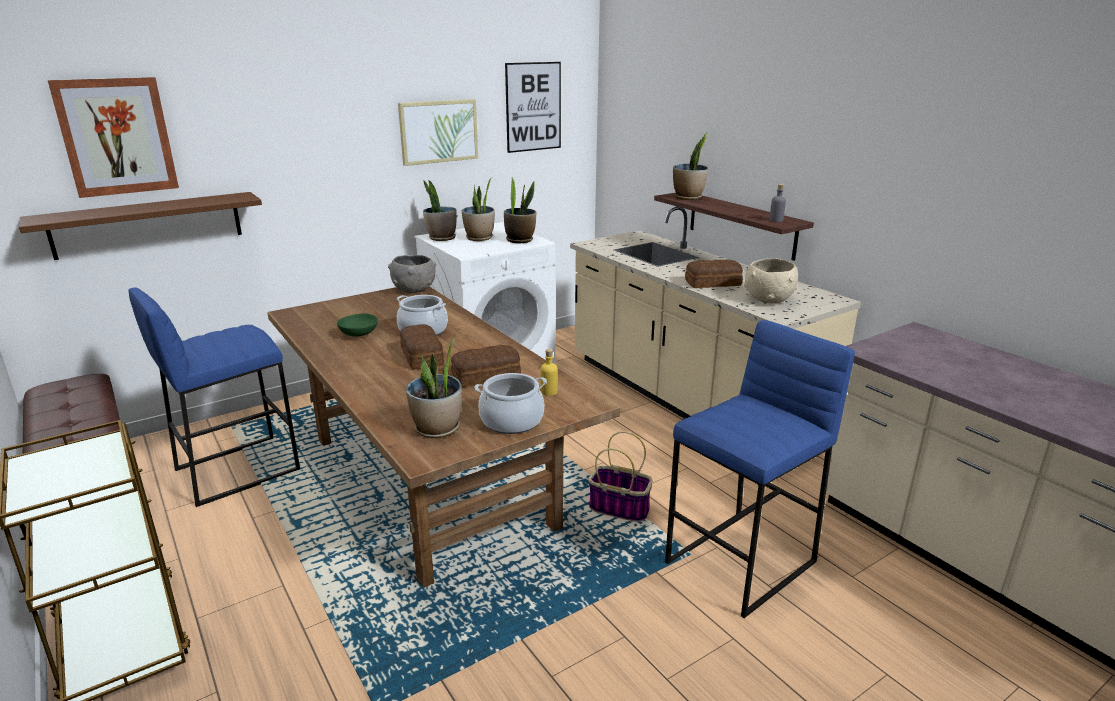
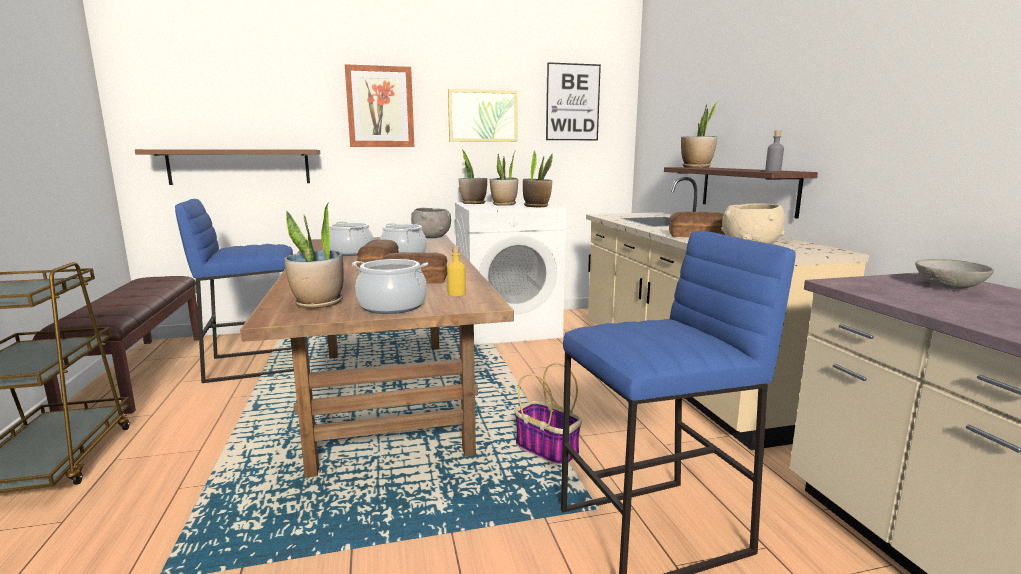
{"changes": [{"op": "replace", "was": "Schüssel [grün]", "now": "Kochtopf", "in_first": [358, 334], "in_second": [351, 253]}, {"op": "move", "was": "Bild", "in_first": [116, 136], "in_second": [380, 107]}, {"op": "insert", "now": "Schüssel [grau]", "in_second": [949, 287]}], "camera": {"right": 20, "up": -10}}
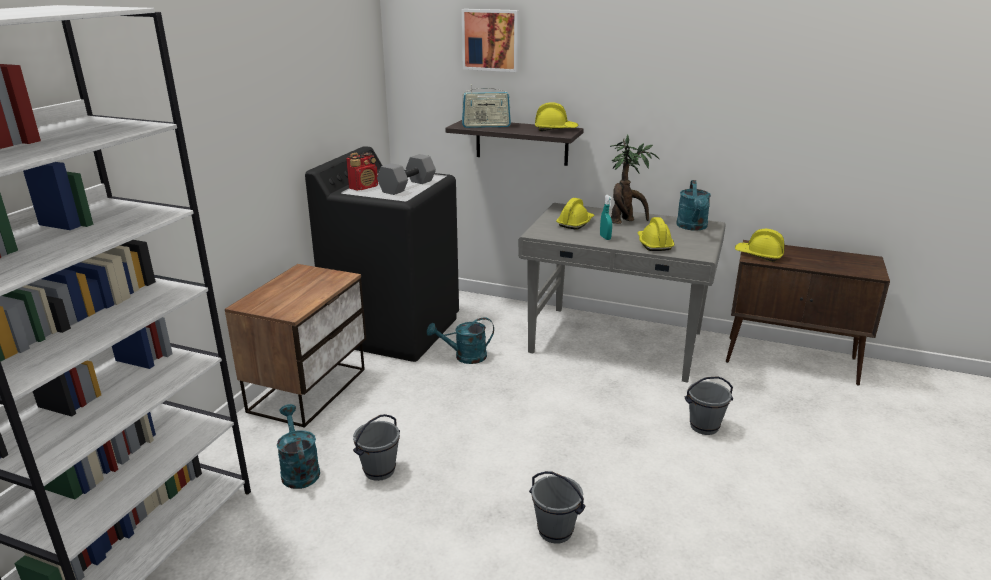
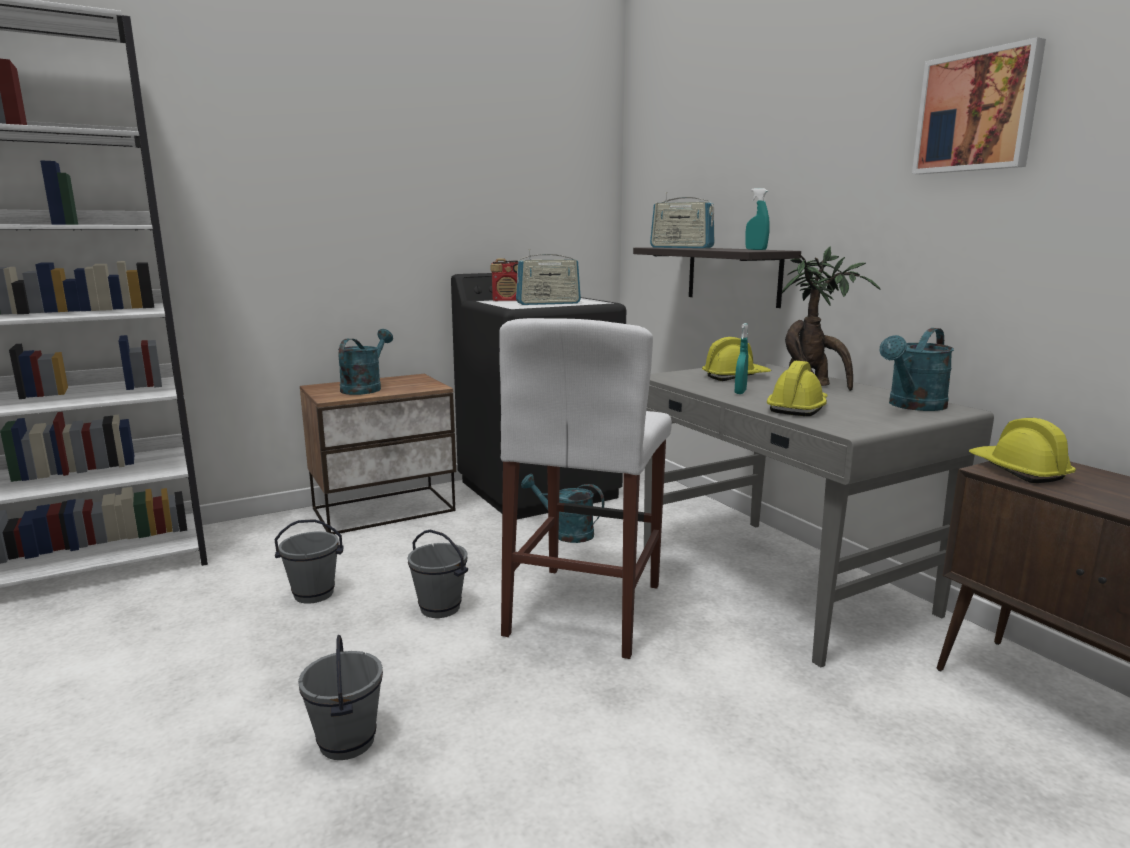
{"changes": [{"op": "move", "was": "Gießkanne [türkis]", "in_first": [299, 470], "in_second": [365, 388]}, {"op": "move", "was": "Eimer [grau]", "in_first": [704, 426], "in_second": [441, 608]}, {"op": "insert", "now": "Hocker [weiß]", "in_second": [585, 609]}, {"op": "replace", "was": "Hantel [grau]", "now": "Radio", "in_first": [407, 186], "in_second": [548, 303]}, {"op": "replace", "was": "Schutzhelm [gelb]", "now": "Sprühflasche [türkis]", "in_first": [555, 129], "in_second": [756, 249]}, {"op": "move", "was": "Bild", "in_first": [491, 40], "in_second": [977, 112]}], "camera": {"right": 40, "up": -10}}
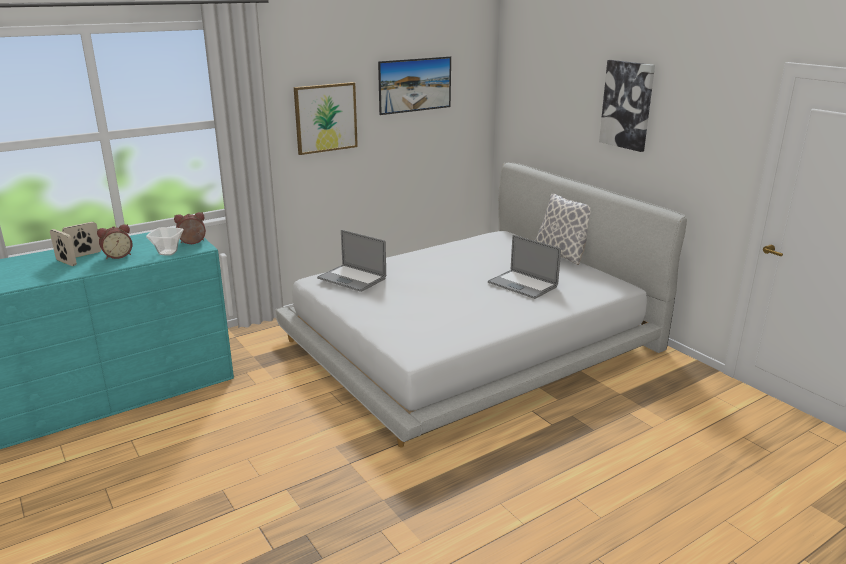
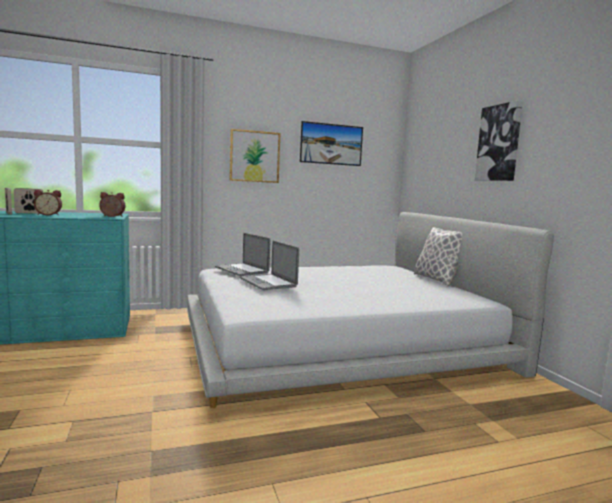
{"changes": [{"op": "move", "was": "Laptop", "in_first": [522, 284], "in_second": [268, 282]}, {"op": "delete", "was": "Schüssel", "in_first": [167, 253]}], "camera": {"right": 15, "up": -15}}
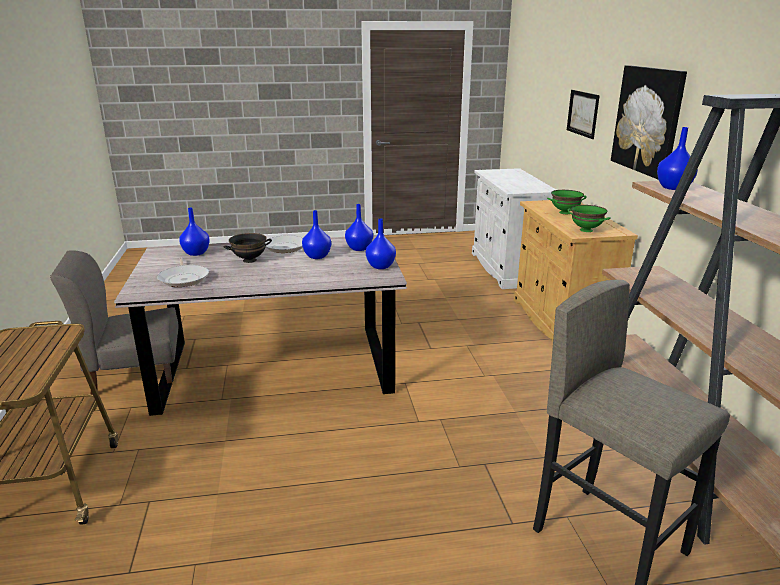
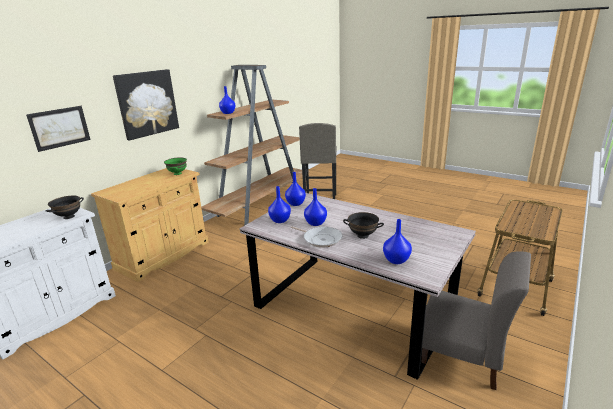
{"changes": [{"op": "insert", "now": "Schüssel [schwarz]", "in_second": [69, 216]}, {"op": "delete", "was": "Pfanne", "in_first": [184, 278]}, {"op": "delete", "was": "Schüssel [grün]", "in_first": [565, 212]}], "camera": {"right": -135, "up": 0}}
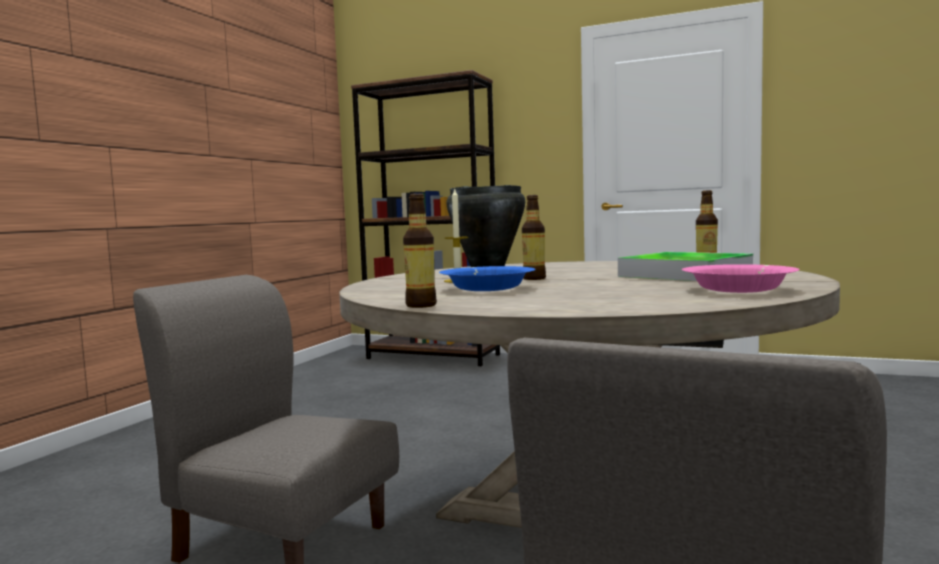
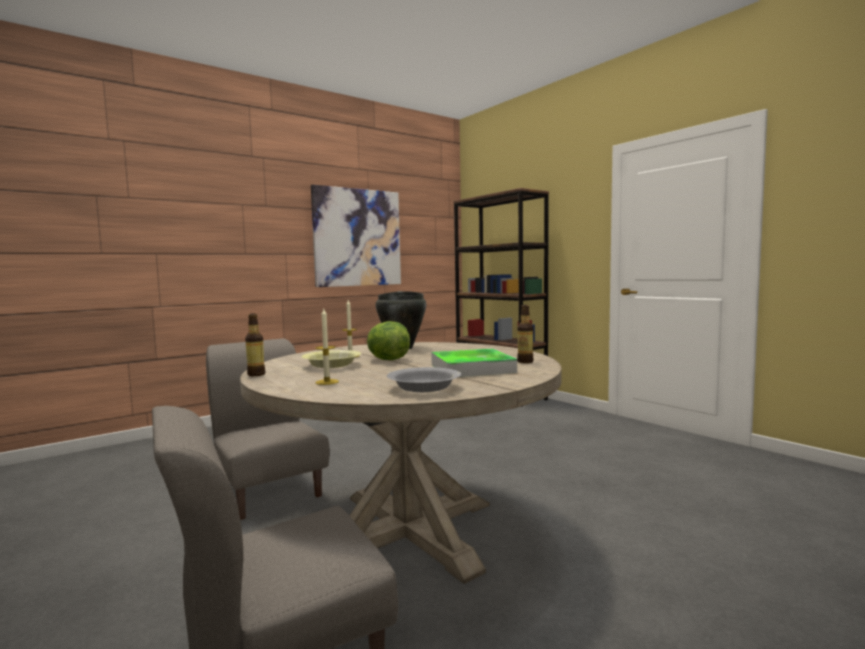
{"changes": [{"op": "recolor", "was": "Schüssel [blau]", "now": "Schüssel [gelb]", "in_first": [487, 288], "in_second": [332, 365]}, {"op": "insert", "now": "Bild", "in_second": [357, 237]}, {"op": "insert", "now": "Kerze", "in_second": [327, 382]}, {"op": "replace", "was": "Flasche", "now": "Salatkopf", "in_first": [534, 278], "in_second": [387, 360]}, {"op": "recolor", "was": "Schüssel [rosa]", "now": "Schüssel [grau]", "in_first": [739, 289], "in_second": [424, 388]}], "camera": {"right": 30, "up": 0}}
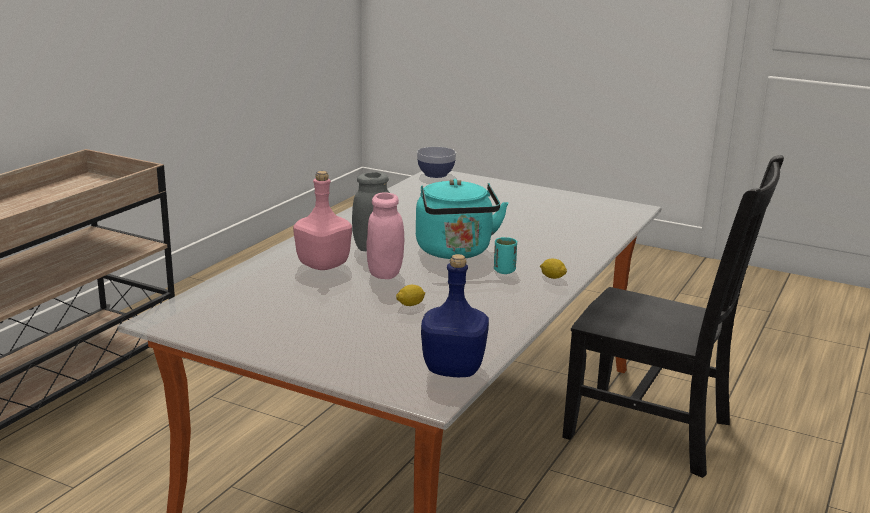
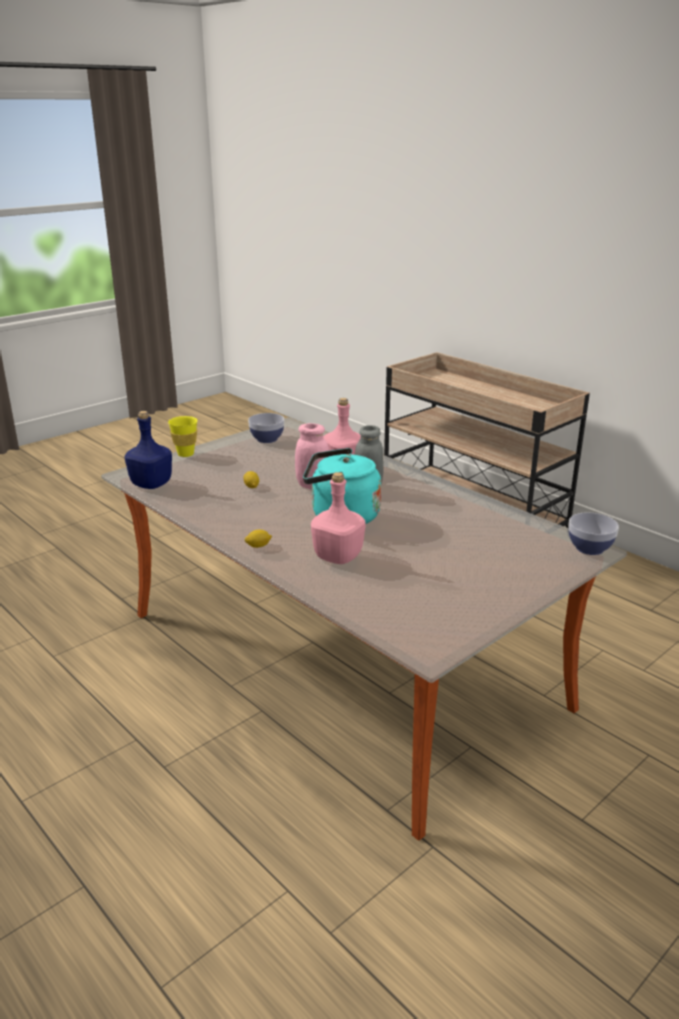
{"changes": [{"op": "insert", "now": "Tasse [gelb]", "in_second": [185, 454]}, {"op": "insert", "now": "Schüssel", "in_second": [267, 439]}, {"op": "insert", "now": "Flasche [rosa]", "in_second": [337, 556]}, {"op": "delete", "was": "Tasse [türkis]", "in_first": [504, 271]}, {"op": "delete", "was": "Stuhl [schwarz]", "in_first": [653, 431]}], "camera": {"right": 110, "up": 5}}
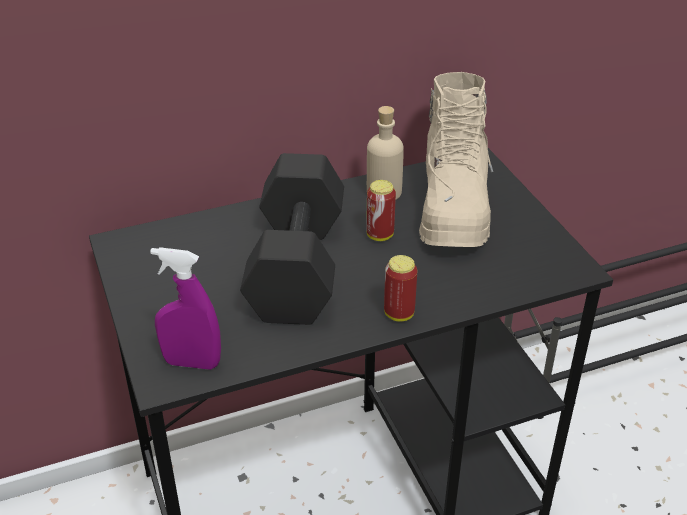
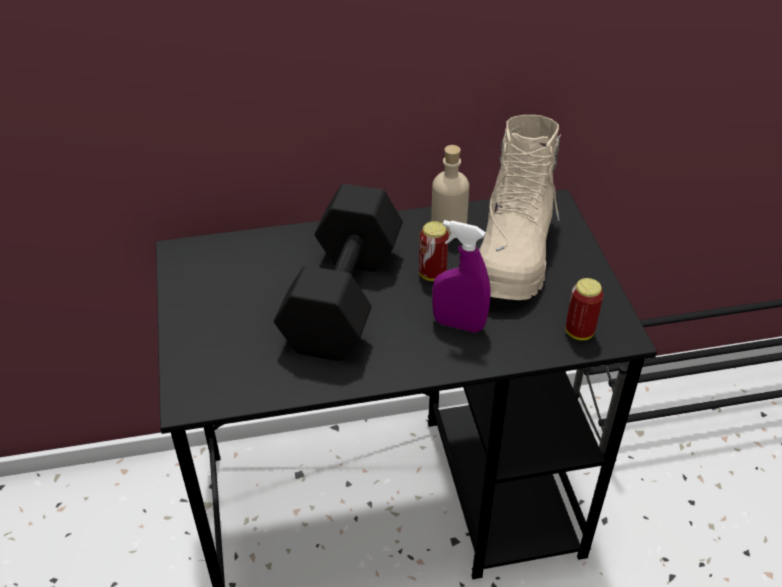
{"changes": [{"op": "move", "was": "Sprühflasche [lila]", "in_first": [192, 363], "in_second": [458, 324]}, {"op": "move", "was": "Dose", "in_first": [399, 314], "in_second": [579, 332]}], "camera": {"right": 10, "up": 5}}
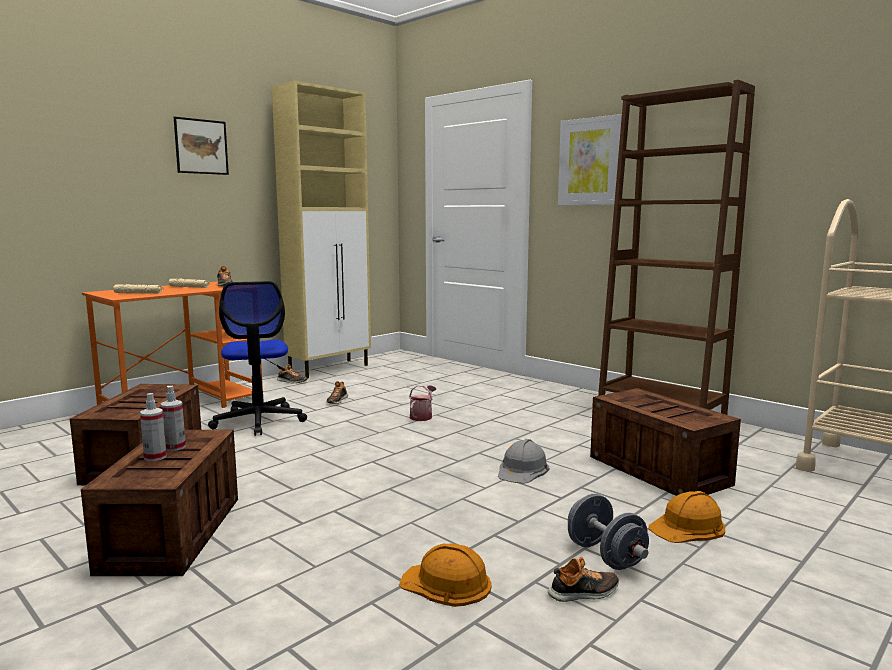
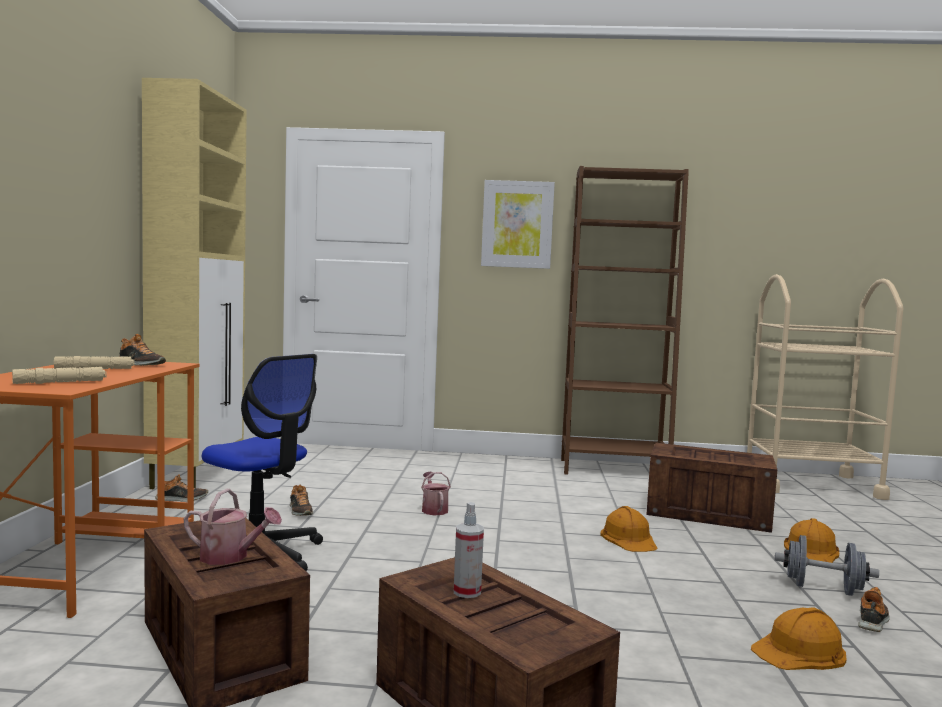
{"changes": [{"op": "insert", "now": "Gießkanne", "in_second": [230, 557]}, {"op": "recolor", "was": "Schutzhelm [grau]", "now": "Schutzhelm [orange]", "in_first": [522, 470], "in_second": [629, 538]}, {"op": "delete", "was": "Sprühflasche", "in_first": [155, 457]}, {"op": "delete", "was": "Bild", "in_first": [201, 146]}], "camera": {"right": -40, "up": -5}}
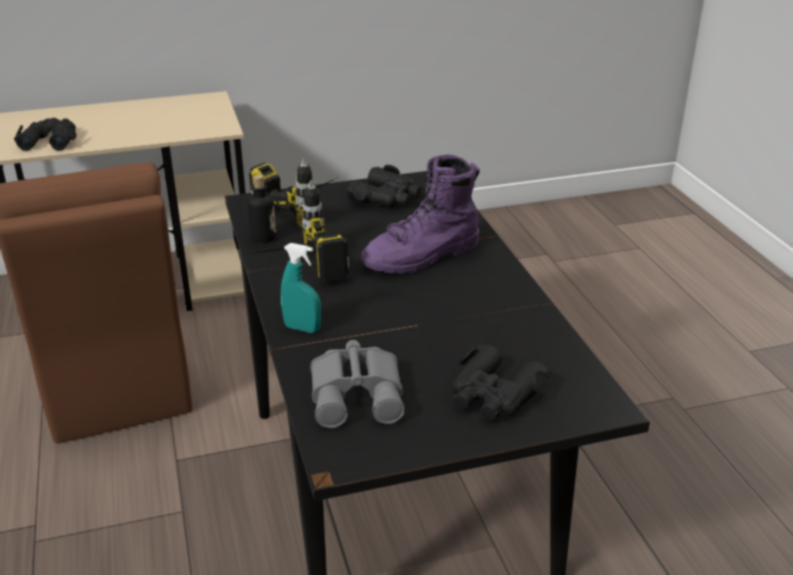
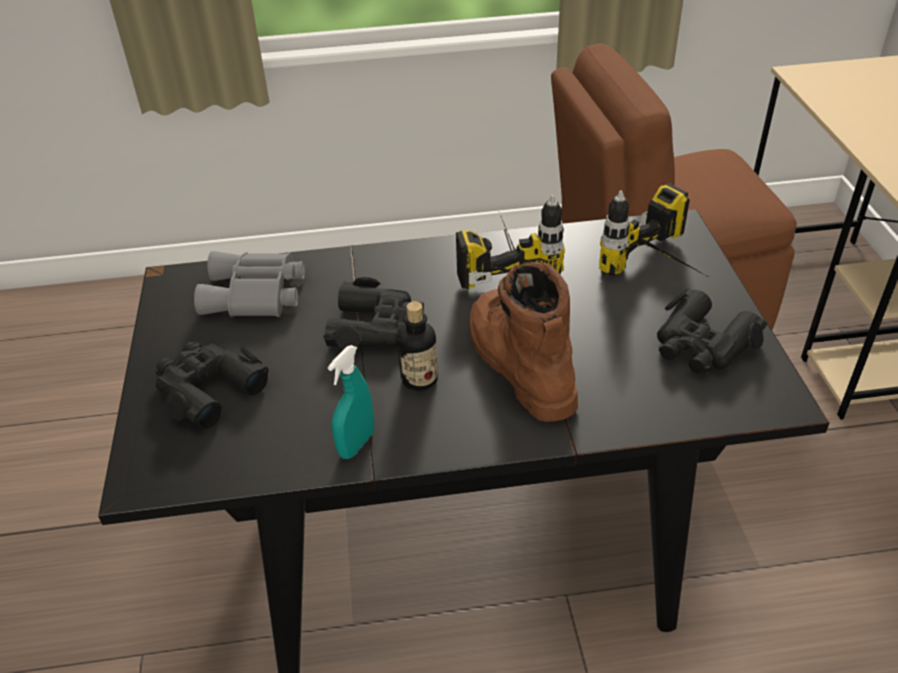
{"changes": [{"op": "move", "was": "Fernglas [schwarz]", "in_first": [50, 140], "in_second": [377, 327]}, {"op": "move", "was": "Sprühflasche [türkis]", "in_first": [302, 328], "in_second": [356, 444]}, {"op": "move", "was": "Flasche", "in_first": [263, 237], "in_second": [419, 379]}, {"op": "recolor", "was": "Stiefel [lila]", "now": "Stiefel [braun]", "in_first": [422, 257], "in_second": [518, 364]}], "camera": {"right": 100, "up": 10}}
